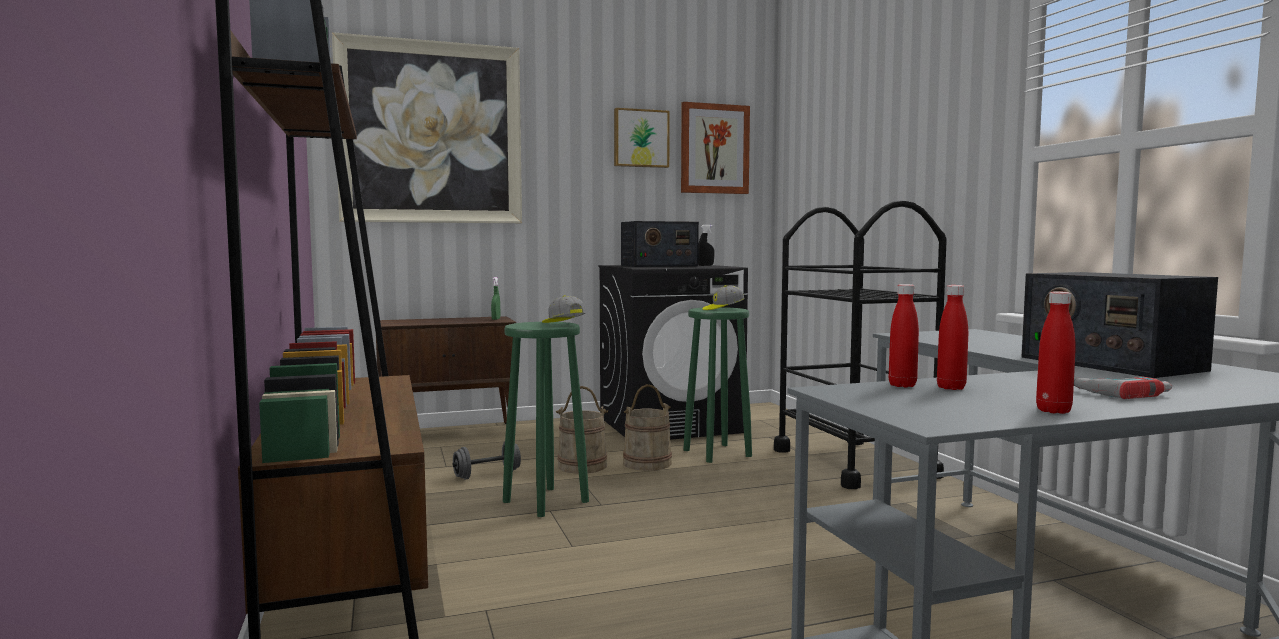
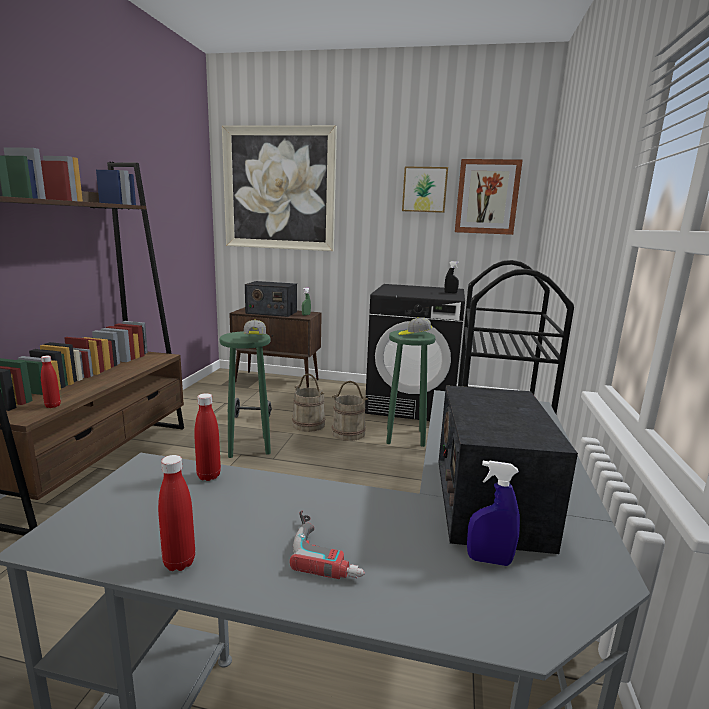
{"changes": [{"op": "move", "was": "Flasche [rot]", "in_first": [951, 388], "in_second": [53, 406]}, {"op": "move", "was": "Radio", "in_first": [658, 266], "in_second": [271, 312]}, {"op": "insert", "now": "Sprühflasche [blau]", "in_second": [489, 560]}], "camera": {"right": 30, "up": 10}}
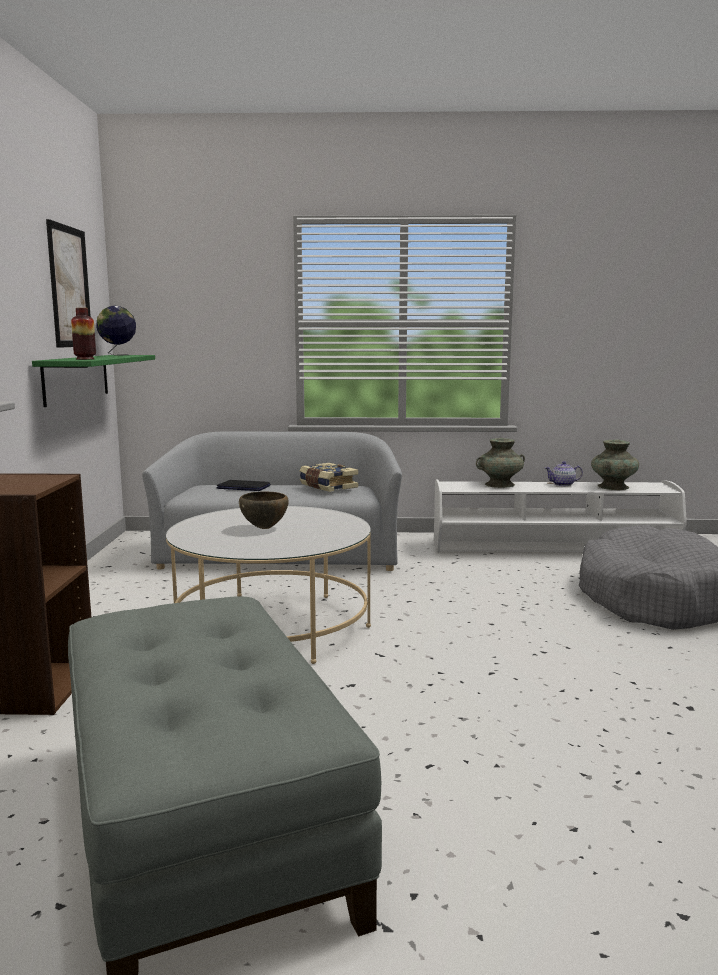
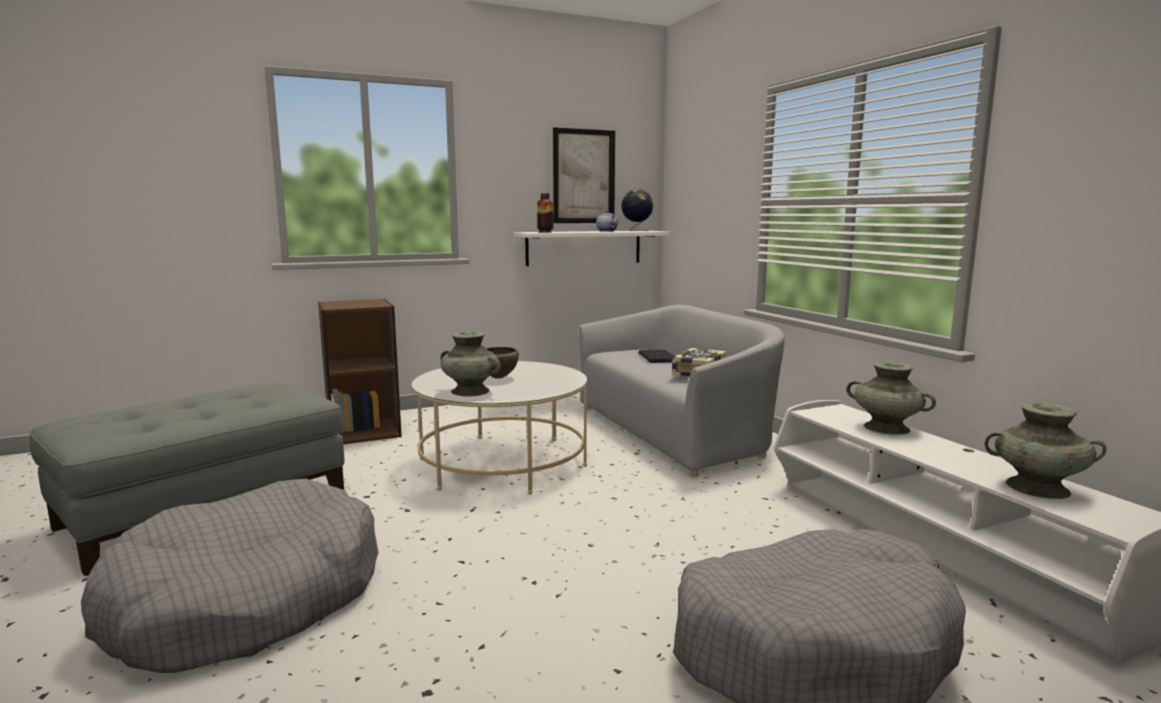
{"changes": [{"op": "insert", "now": "Hundebett [grau]", "in_second": [247, 600]}, {"op": "insert", "now": "Vase [türkis]", "in_second": [470, 391]}, {"op": "recolor", "was": "Wandregal [grün]", "now": "Wandregal [weiß]", "in_first": [76, 378], "in_second": [584, 247]}, {"op": "move", "was": "Teekanne", "in_first": [563, 484], "in_second": [606, 231]}], "camera": {"right": 65, "up": 0}}
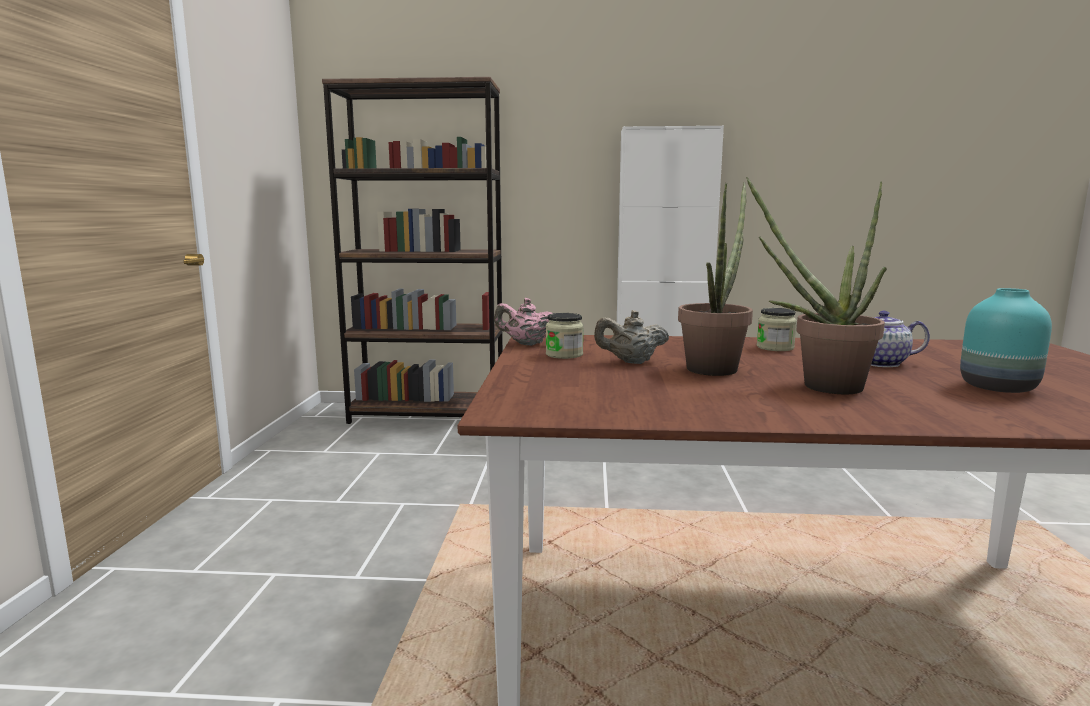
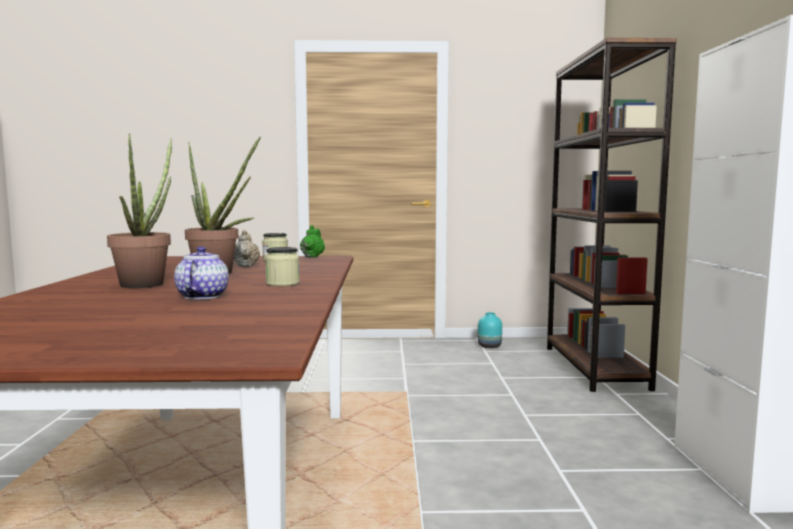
{"changes": [{"op": "recolor", "was": "Teekanne [rosa]", "now": "Teekanne [grün]", "in_first": [526, 344], "in_second": [312, 256]}, {"op": "move", "was": "Vase [türkis]", "in_first": [996, 387], "in_second": [490, 346]}], "camera": {"right": 85, "up": -5}}
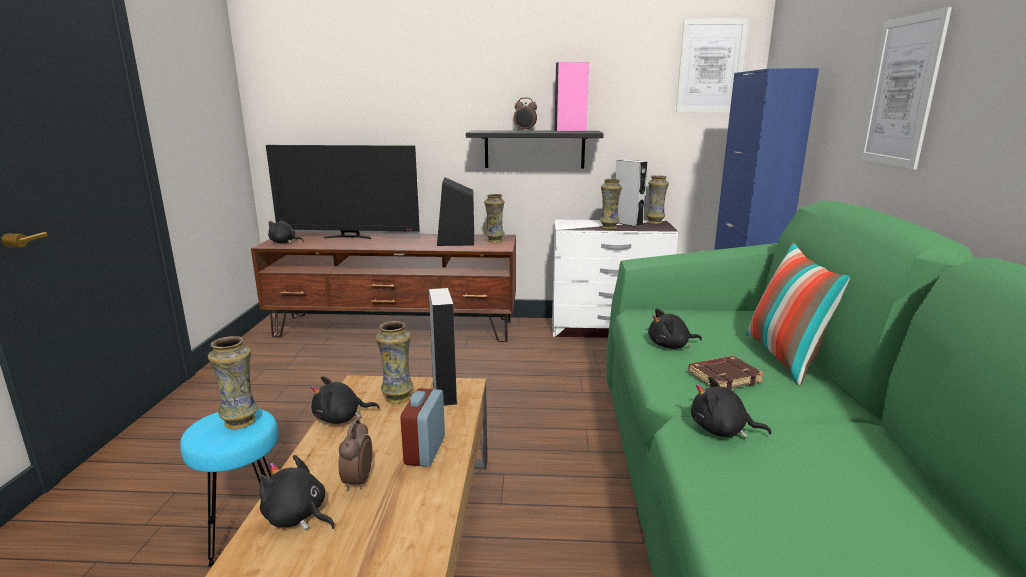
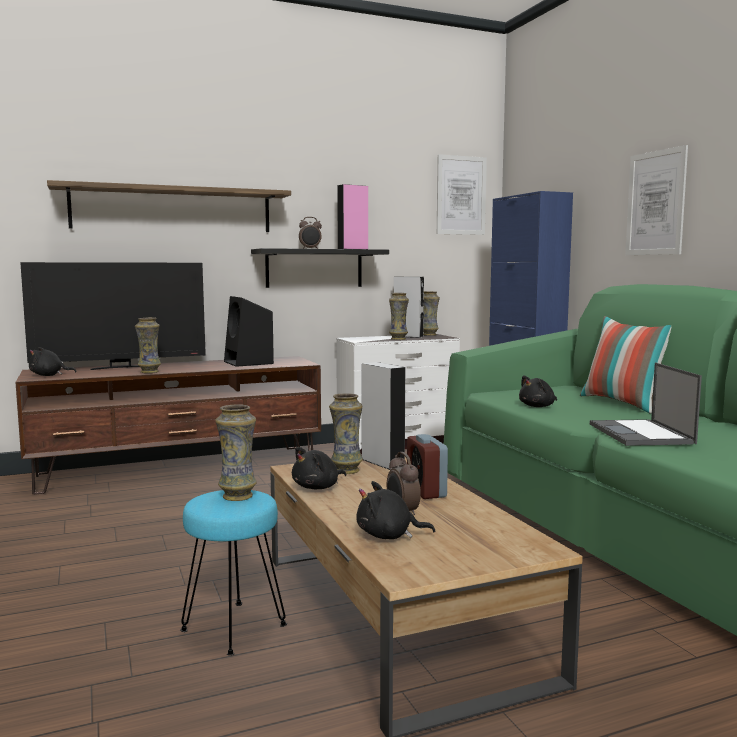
{"changes": [{"op": "insert", "now": "Wandregal", "in_second": [173, 209]}, {"op": "move", "was": "Vase", "in_first": [494, 241], "in_second": [149, 372]}, {"op": "replace", "was": "Plüschtier [schwarz]", "now": "Laptop", "in_first": [722, 430], "in_second": [641, 434]}, {"op": "delete", "was": "Buch [braun]", "in_first": [724, 377]}], "camera": {"right": -25, "up": -10}}
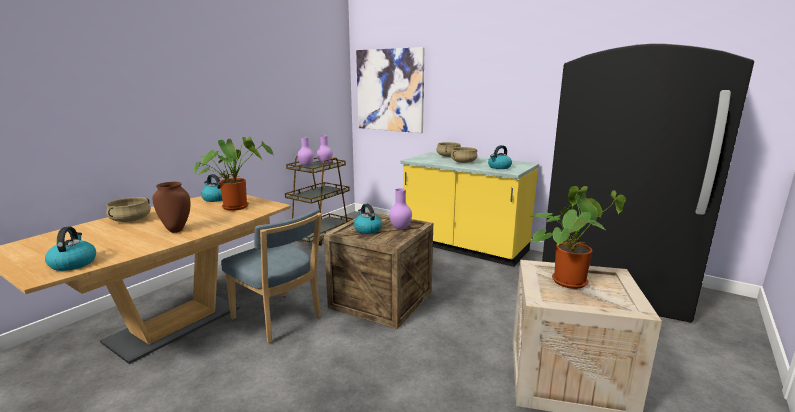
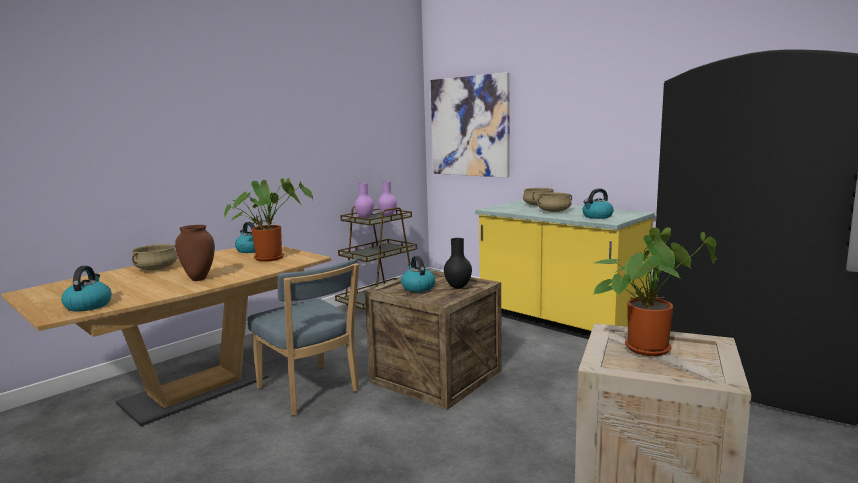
{"changes": [{"op": "recolor", "was": "Vase [lila]", "now": "Vase [schwarz]", "in_first": [400, 228], "in_second": [457, 287]}], "camera": {"right": 10, "up": -5}}
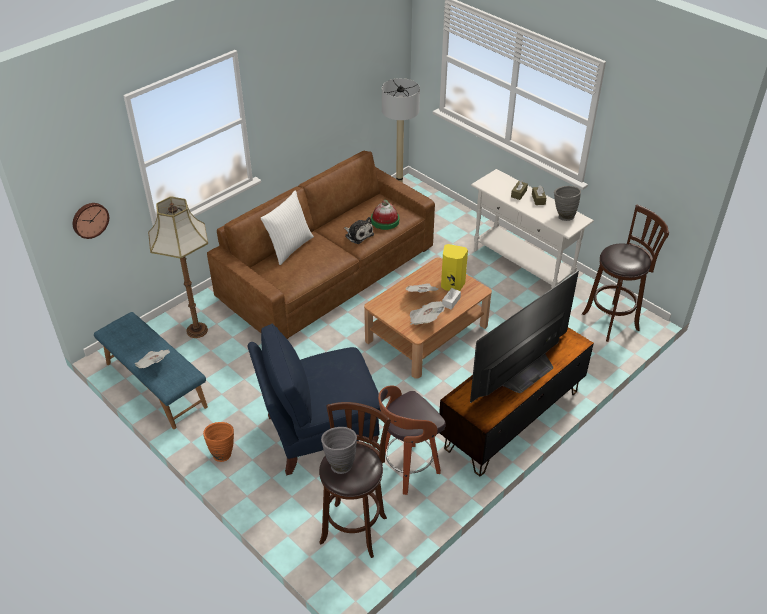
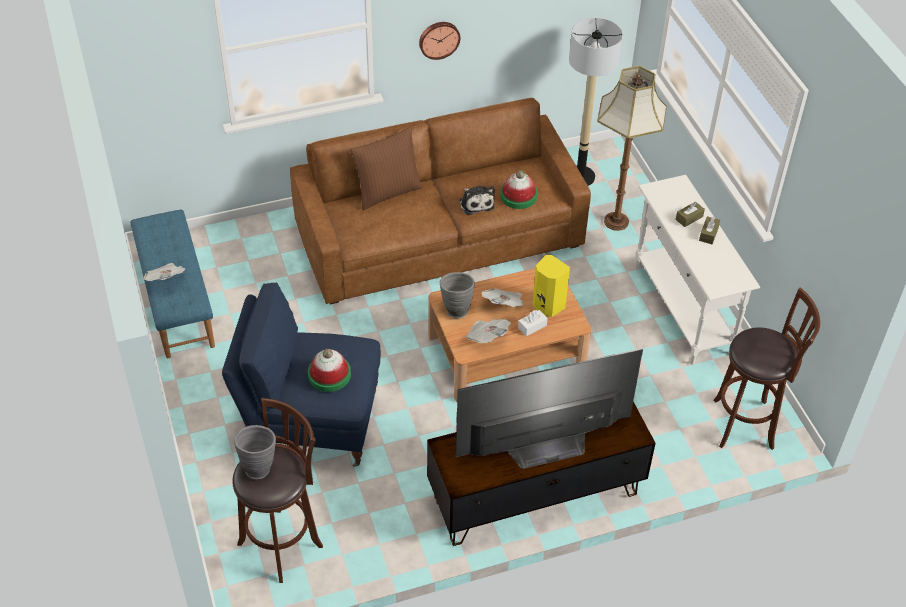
{"changes": [{"op": "insert", "now": "Hut", "in_second": [329, 375]}, {"op": "recolor", "was": "Kissen [weiß]", "now": "Kissen [braun]", "in_first": [289, 247], "in_second": [387, 192]}, {"op": "move", "was": "Wanduhr", "in_first": [89, 219], "in_second": [439, 39]}, {"op": "move", "was": "Vase [grau]", "in_first": [563, 216], "in_second": [456, 309]}, {"op": "move", "was": "Stehlampe", "in_first": [196, 330], "in_second": [615, 221]}, {"op": "delete", "was": "Vase [orange]", "in_first": [222, 452]}, {"op": "delete", "was": "Hocker", "in_first": [407, 470]}], "camera": {"right": 25, "up": 5}}
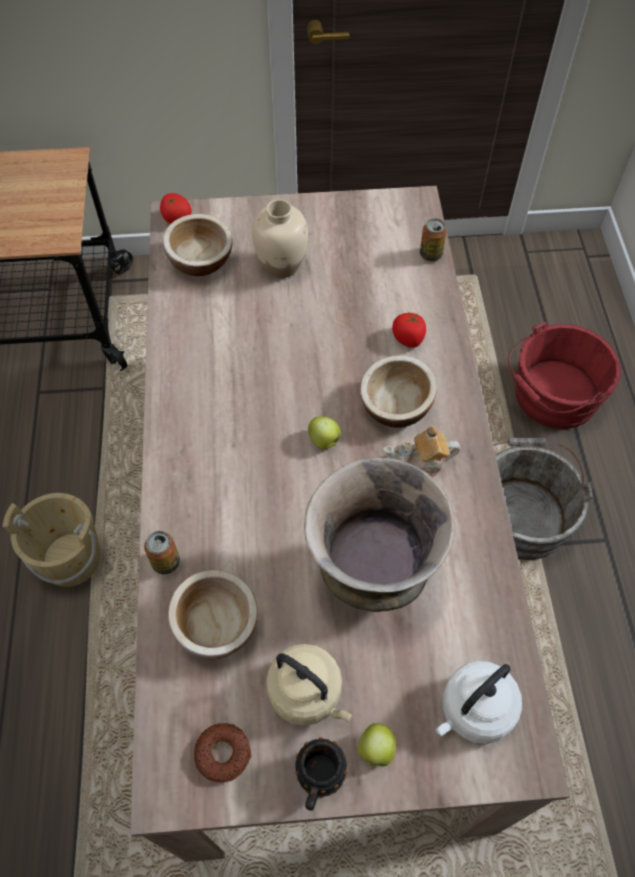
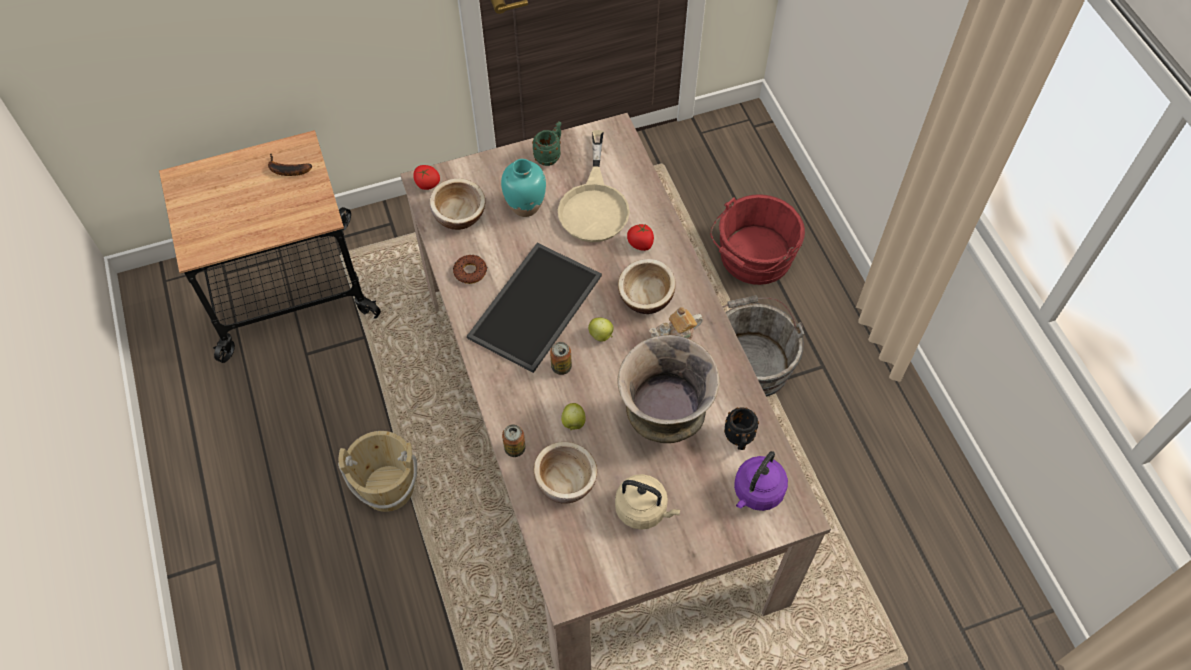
{"changes": [{"op": "insert", "now": "Banane", "in_second": [286, 170]}, {"op": "move", "was": "Donut", "in_first": [223, 753], "in_second": [470, 272]}, {"op": "insert", "now": "Tablett", "in_second": [534, 304]}, {"op": "recolor", "was": "Vase [beige]", "now": "Vase [türkis]", "in_first": [281, 266], "in_second": [525, 206]}, {"op": "insert", "now": "Henkelbecher [grün]", "in_second": [550, 155]}, {"op": "move", "was": "Dose", "in_first": [430, 254], "in_second": [561, 367]}, {"op": "insert", "now": "Pfanne [beige]", "in_second": [594, 204]}, {"op": "move", "was": "Apfel", "in_first": [375, 750], "in_second": [573, 423]}, {"op": "move", "was": "Henkelbecher [schwarz]", "in_first": [318, 781], "in_second": [739, 439]}, {"op": "recolor", "was": "Wasserkessel [weiß]", "now": "Wasserkessel [lila]", "in_first": [473, 711], "in_second": [756, 493]}], "camera": {"right": -15, "up": 0}}
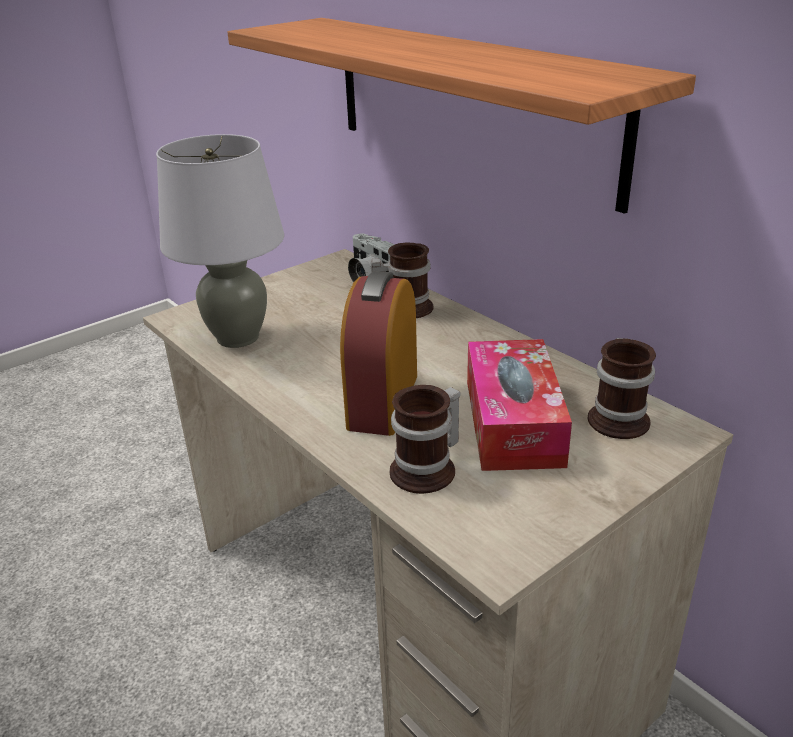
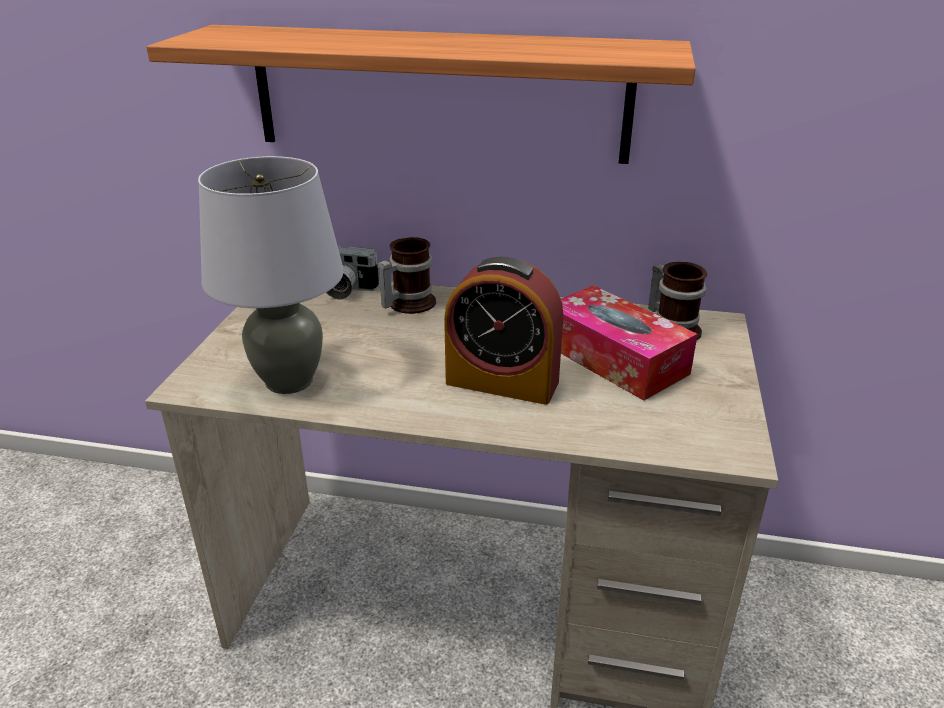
{"changes": [{"op": "rotate", "was": "Wecker", "in_first": [383, 401], "in_second": [502, 382], "clockwise": -45}, {"op": "delete", "was": "Henkelbecher", "in_first": [429, 470]}], "camera": {"right": -40, "up": 0}}
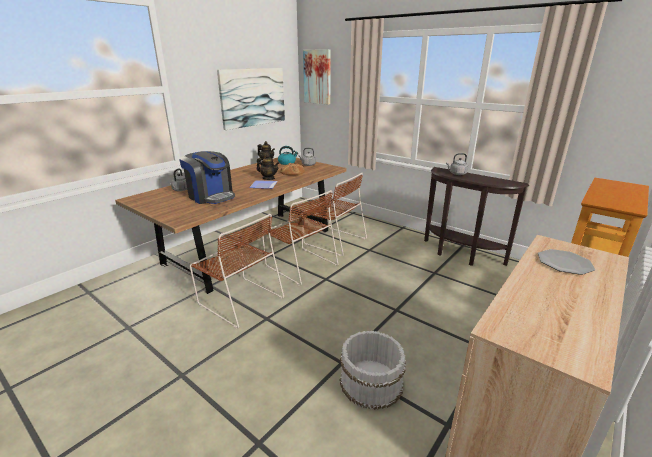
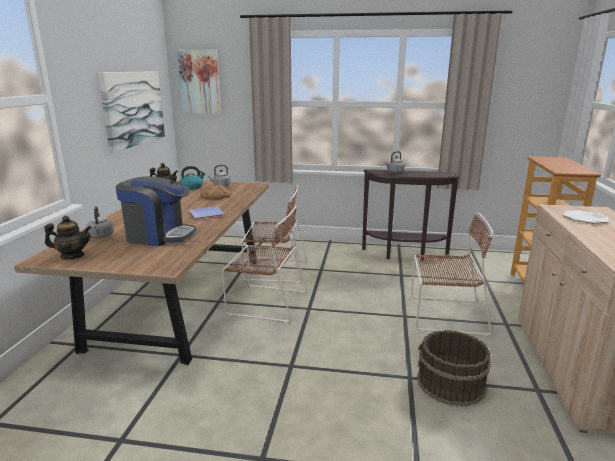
{"changes": [{"op": "move", "was": "Teekanne", "in_first": [268, 178], "in_second": [72, 256]}, {"op": "move", "was": "Stuhl [braun]", "in_first": [239, 300], "in_second": [444, 315]}, {"op": "recolor", "was": "Eimer [weiß]", "now": "Eimer [braun]", "in_first": [370, 382], "in_second": [450, 384]}], "camera": {"right": -30, "up": -5}}
